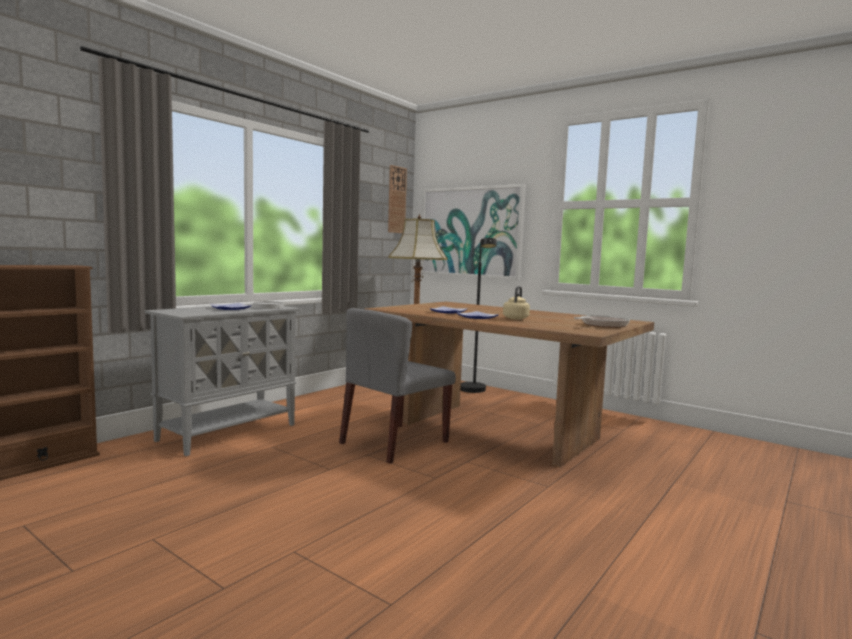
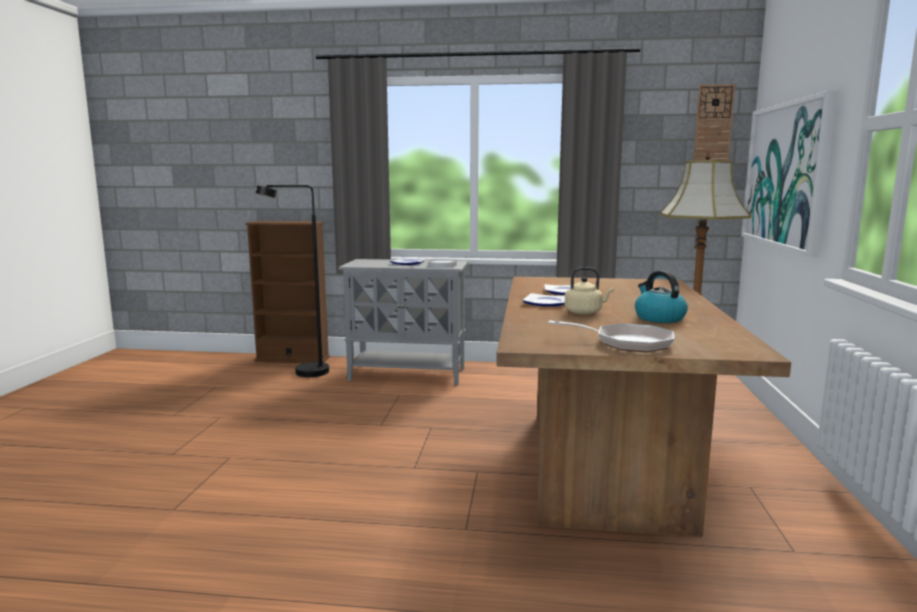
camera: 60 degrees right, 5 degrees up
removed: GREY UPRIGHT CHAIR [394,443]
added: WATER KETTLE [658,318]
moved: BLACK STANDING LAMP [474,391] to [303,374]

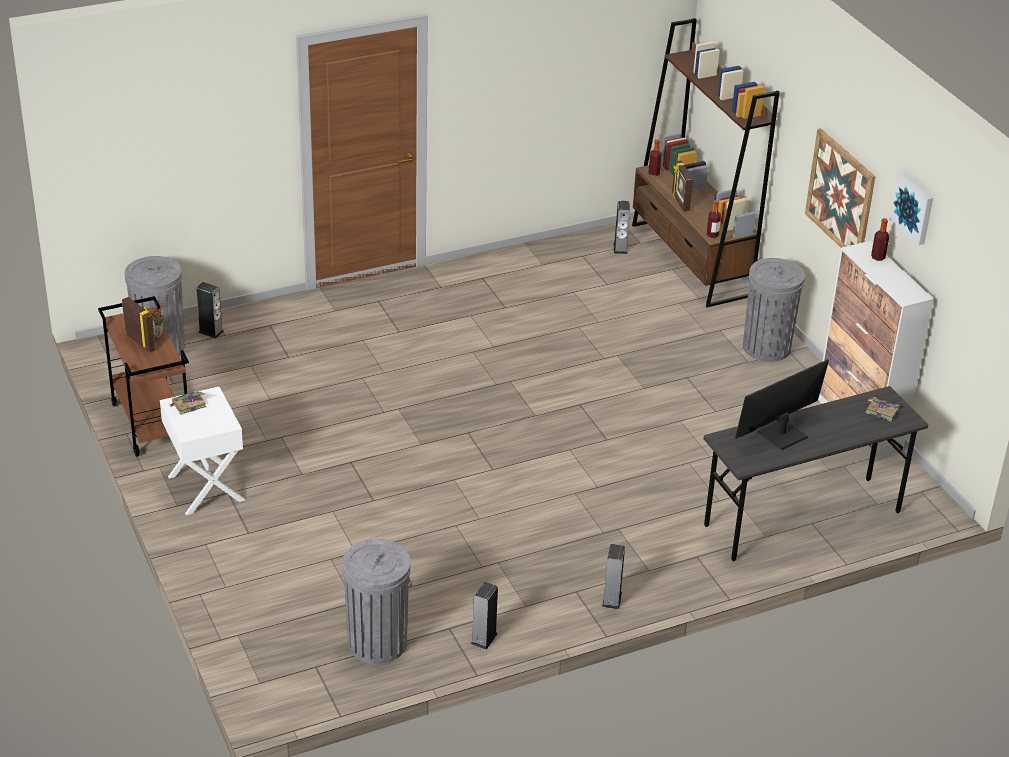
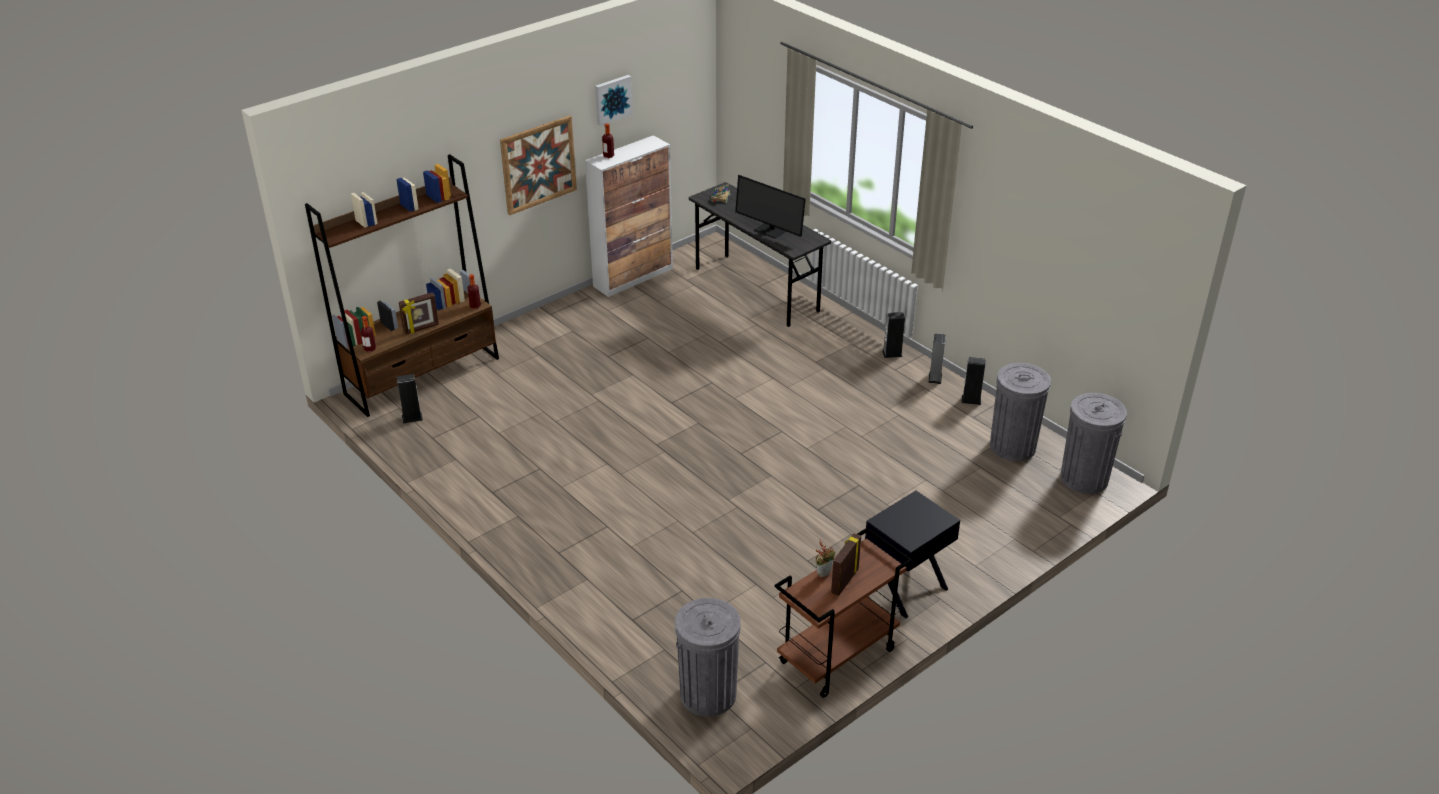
camera: 105 degrees left, 0 degrees up
removed: BOUND BOOK [188,405]
moved: AUDIO SPEAKER [211,331] to [935,378]; GREY TRASH CAN [766,347] to [1084,478]
recoloured: WHITE-COLOURED NIGHT TABLE [205,488] to BLACK NIGHT TABLE [906,588]

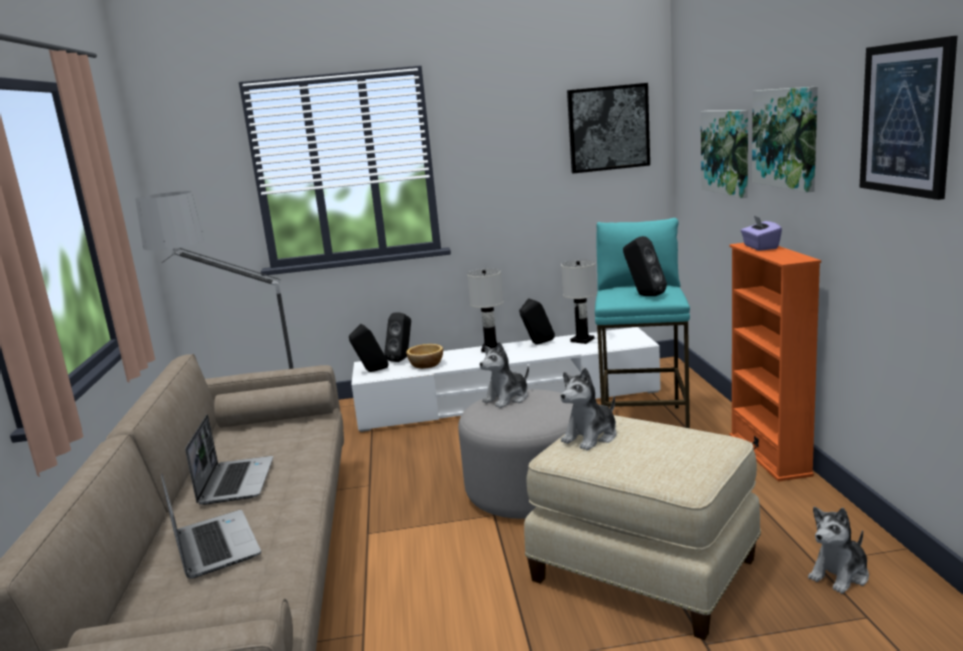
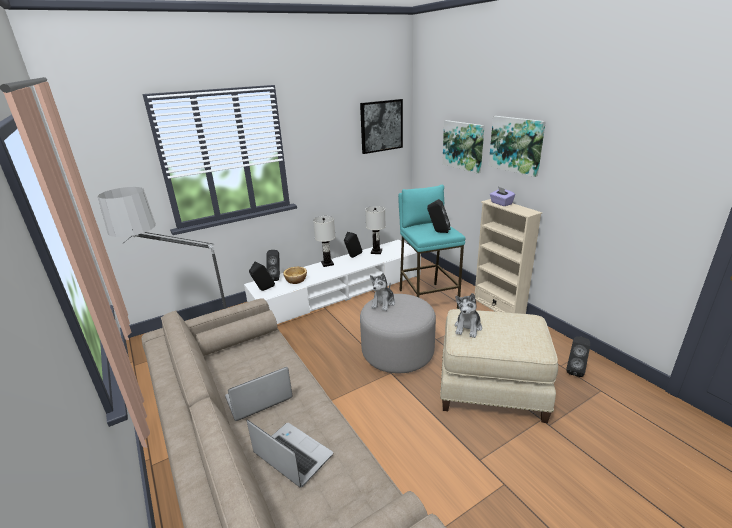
camera: 25 degrees left, 10 degrees up
removed: WALL PICTURE [906,119]
replaced: PLUSH TOY [840,574] to BLACK AUDIO SPEAKER [575,370]
recoloured: ORANGE-COLOURED BOOKCASE [769,455] to BEIGE-COLOURED BOOKCASE [498,307]
turned: LAPTOP [236,481] = [258,399] 90 degrees counterclockwise

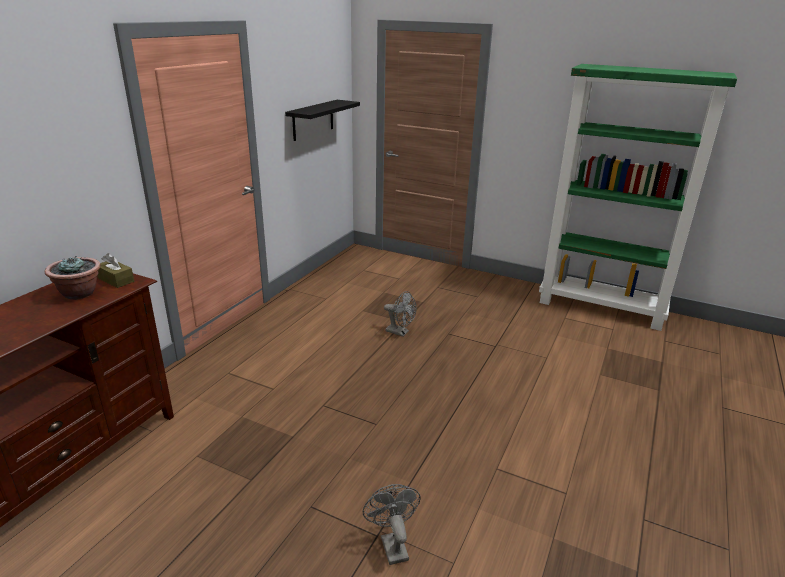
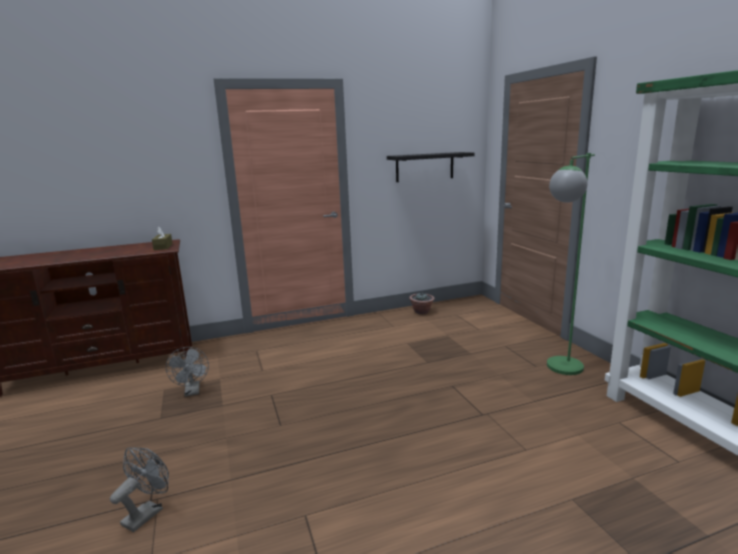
camera: 45 degrees right, 10 degrees down
added: GREEN STANDING LAMP [559,371]
moved: POTTED PLANT [79,293] to [422,312]; GREY FAN [400,332] to [192,392]

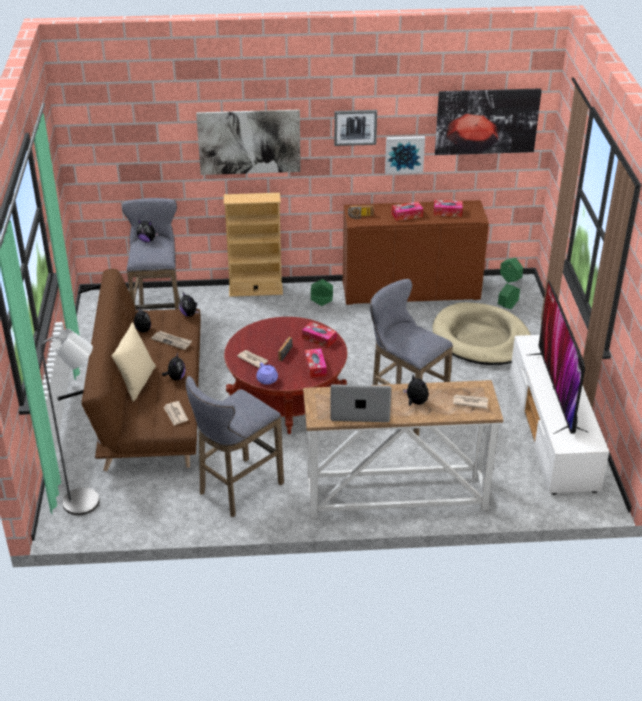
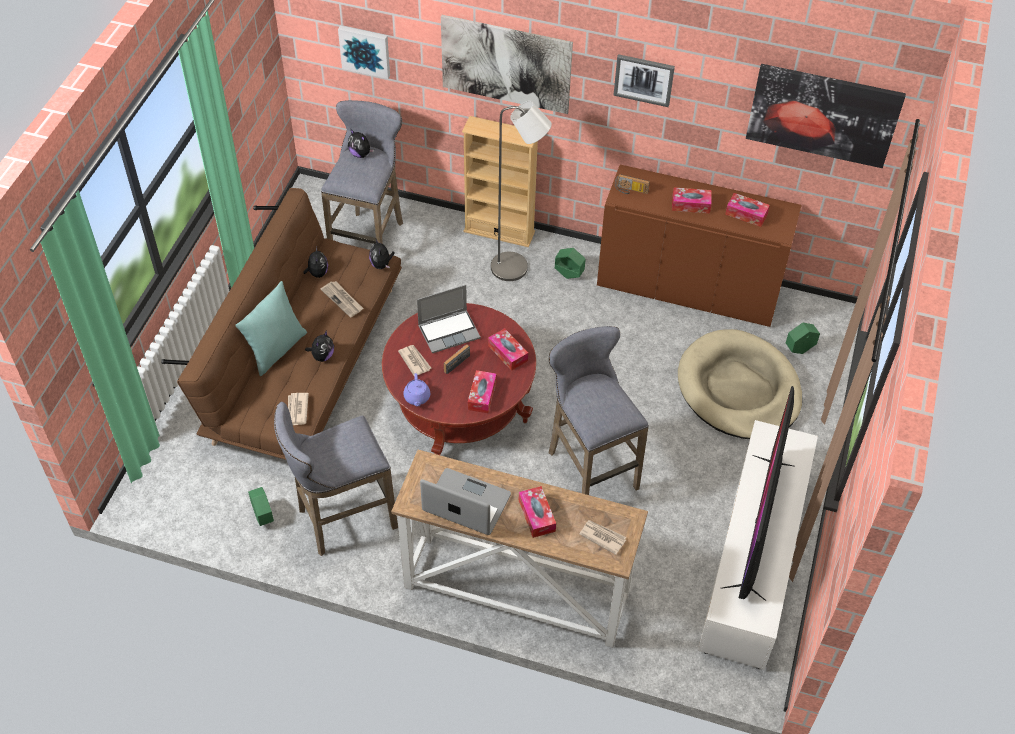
camera: 20 degrees right, 15 degrees up
added: LAPTOP [449,331]
moved: GREY STANDING LAMP [88,502] to [516,269]; WALL PICTURE [404,154] to [365,50]; GREEN FLOWER POT [510,280] to [263,516]
replaced: PLUSH TOY [415,402] to BOX OF TISSUES [536,515]
recoloured: BEIGE-COLOURED CUSHION [136,383] to TURQUOISE-COLOURED CUSHION [276,350]

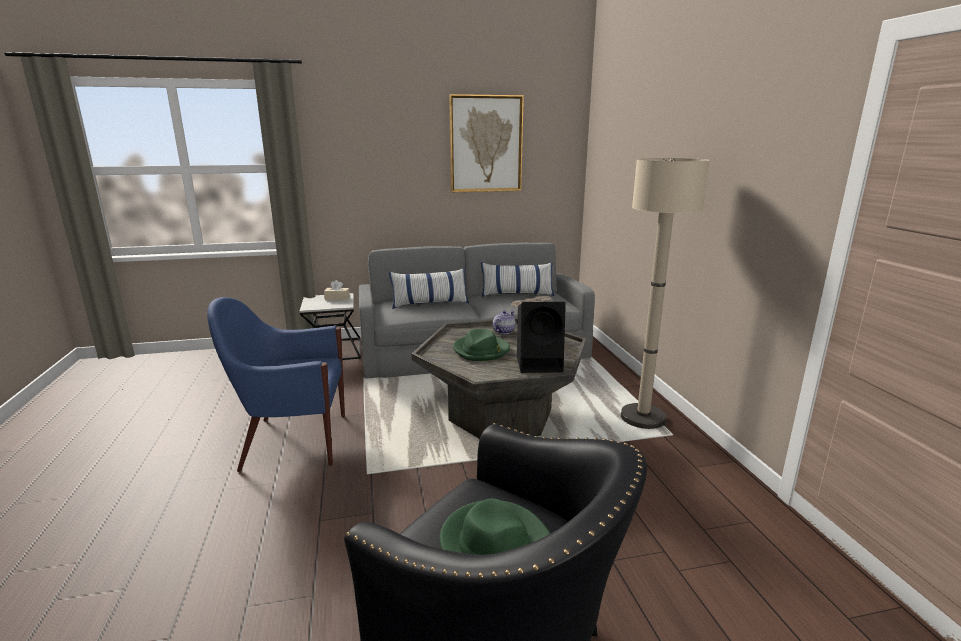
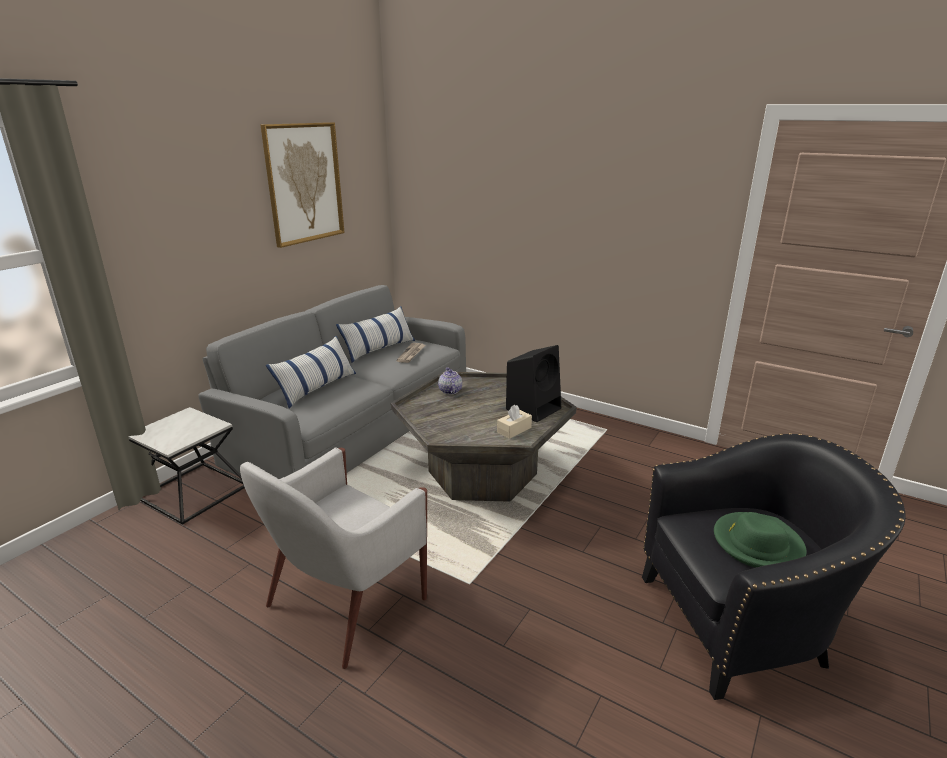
camera: 45 degrees left, 5 degrees up
removed: GREEN WEARABLE HAT [481,351]; BEIGE-COLOURED STANDING LAMP [642,418]
moved: BEIGE-COLOURED BOX OF TISSUES [337,298] to [514,430]
recoloured: BLUE-COLOURED EASY CHAIR [292,441] to WHITE-COLOURED EASY CHAIR [343,604]

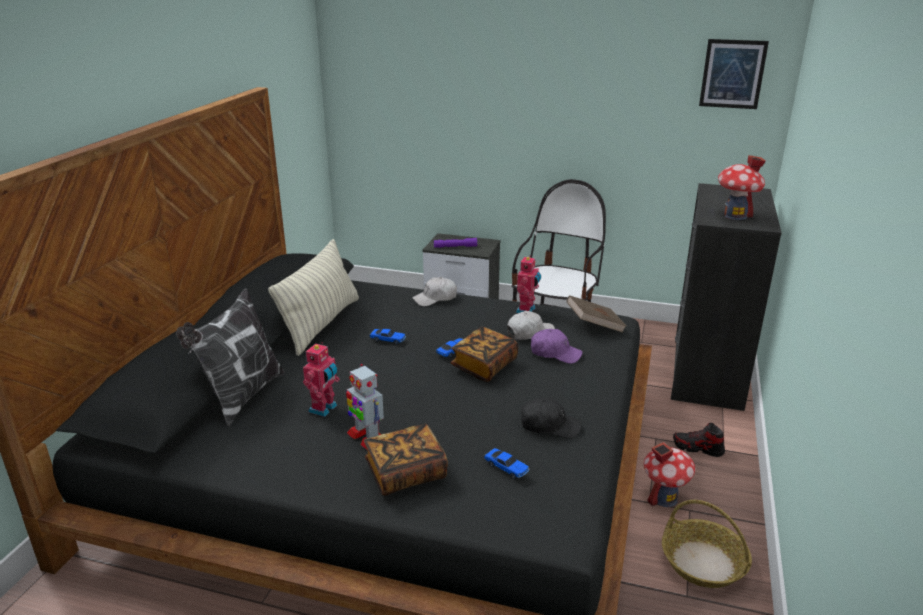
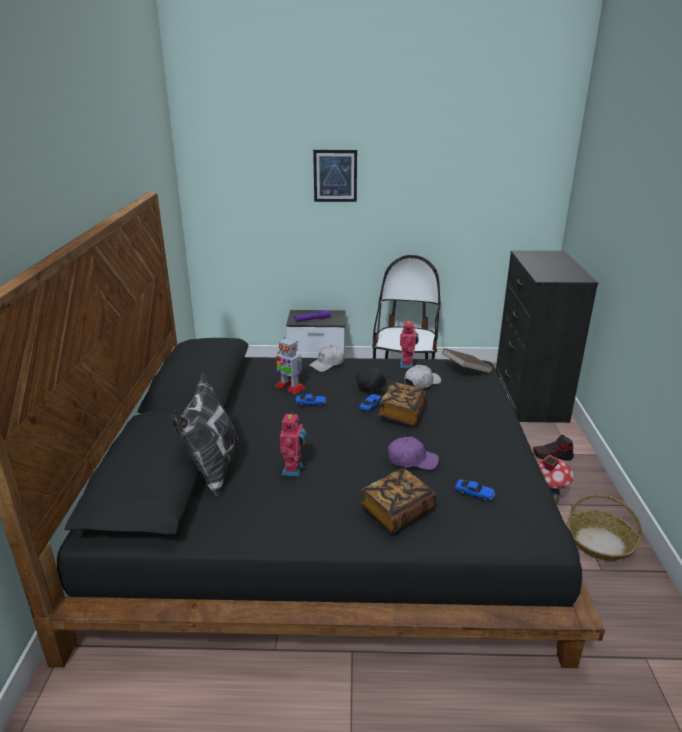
camera: 15 degrees left, 0 degrees up
removed: CUSHION [321,324]; MODEL HOUSE [735,216]
moved: TOY ROBOT [367,437] to [289,387]; BLACK BASEBALL CAP [549,426] to [375,386]; PURPLISH BASEBALL CAP [555,353] to [412,460]; WALL PICTURE [732,74] to [335,176]

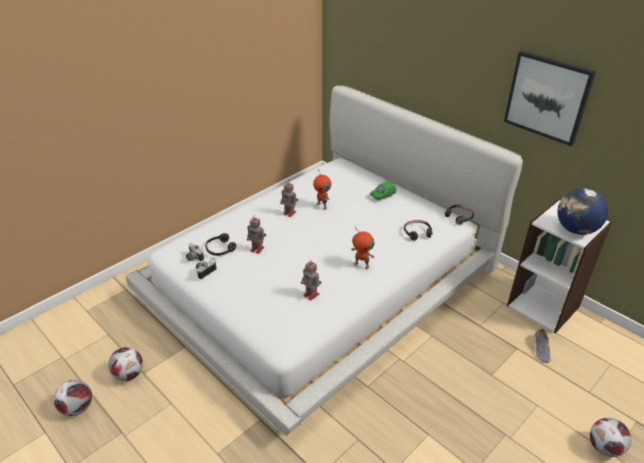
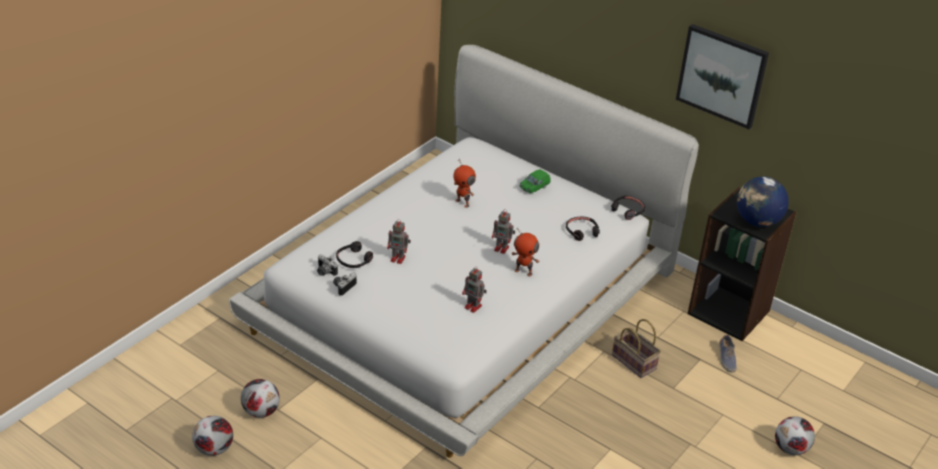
camera: 10 degrees left, 0 degrees up
added: HOUSEHOLD BASKET [635,362]
moved: TOY ROBOT [290,213] to [502,248]
recoloured: WHITE-COLOURED BOOKCASE [543,306] to BLACK BOOKCASE [729,312]

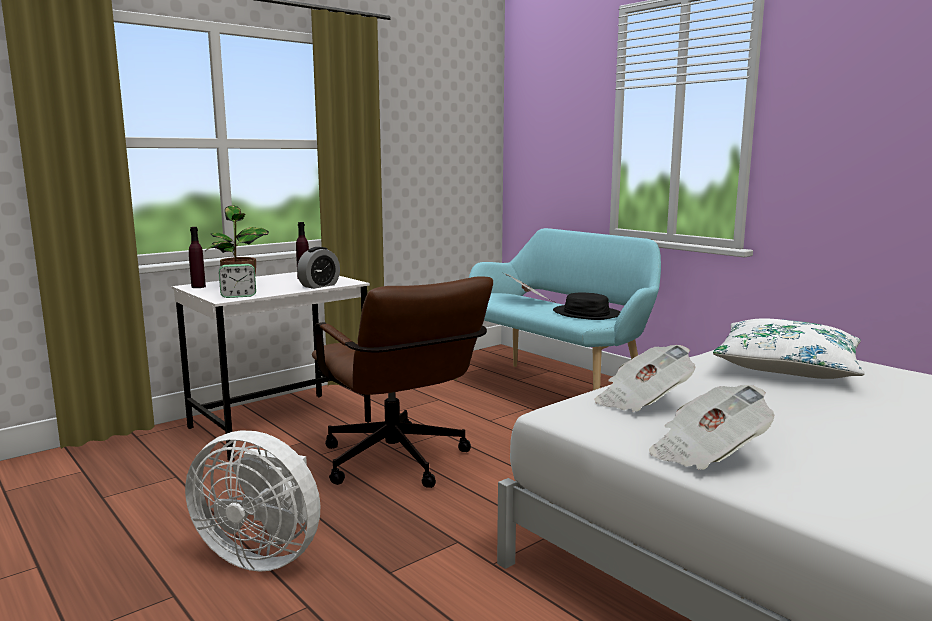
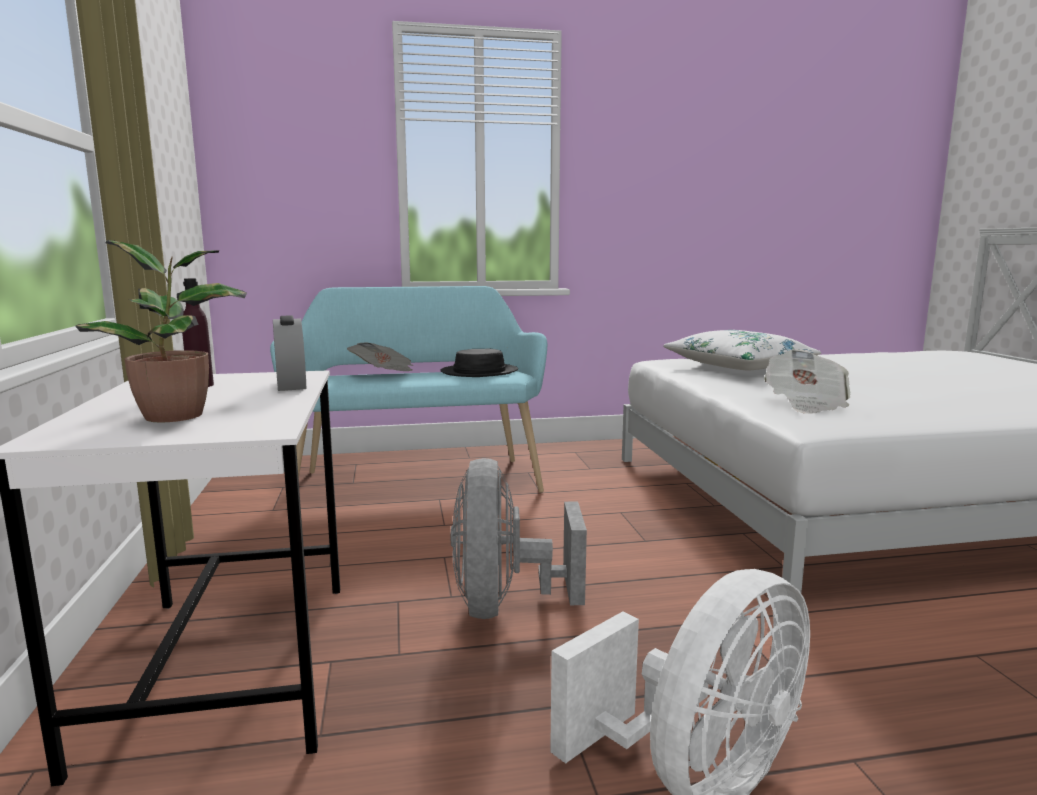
camera: 60 degrees left, 0 degrees up
removed: PURPLISH BOTTLE [198,287]; TABLE CLOCK [238,296]; DAILY PAPER [706,454]
replaced: BROWN OFFICE CHAIR [399,465] to GREY FAN [505,604]

